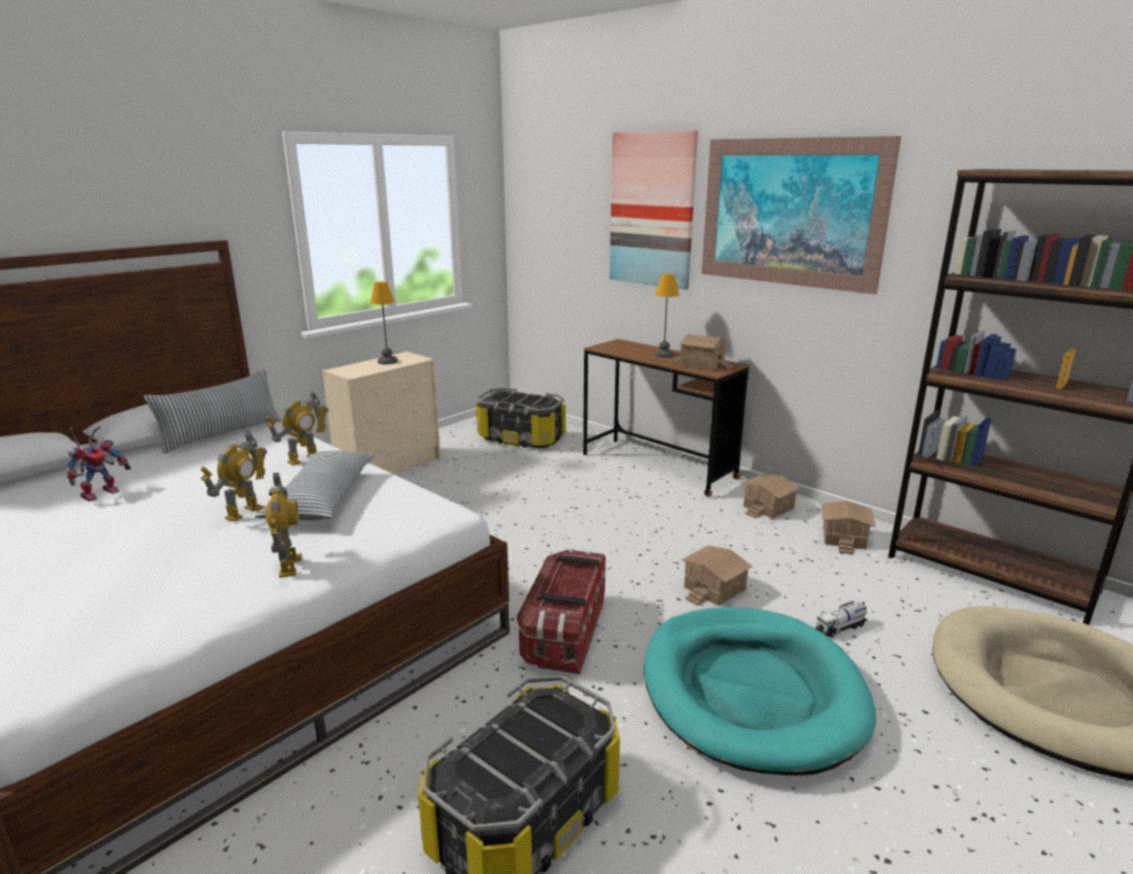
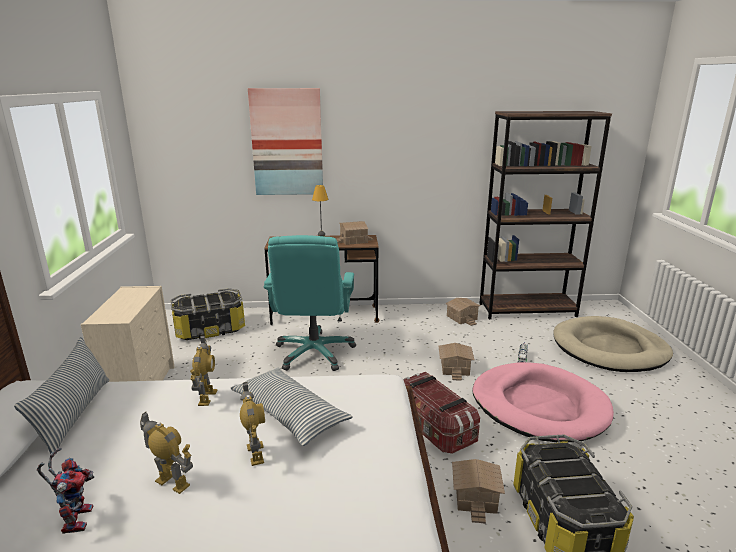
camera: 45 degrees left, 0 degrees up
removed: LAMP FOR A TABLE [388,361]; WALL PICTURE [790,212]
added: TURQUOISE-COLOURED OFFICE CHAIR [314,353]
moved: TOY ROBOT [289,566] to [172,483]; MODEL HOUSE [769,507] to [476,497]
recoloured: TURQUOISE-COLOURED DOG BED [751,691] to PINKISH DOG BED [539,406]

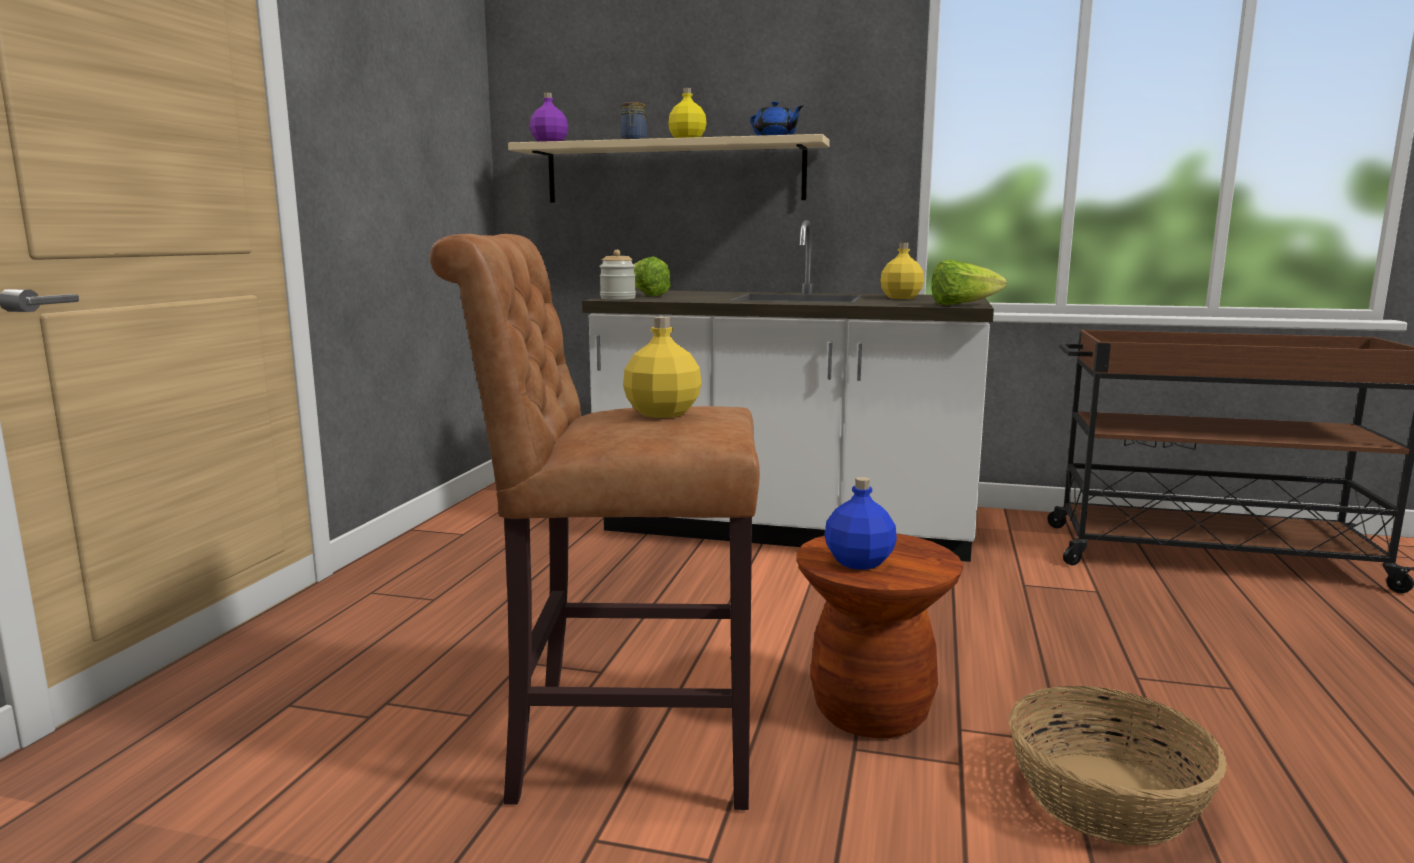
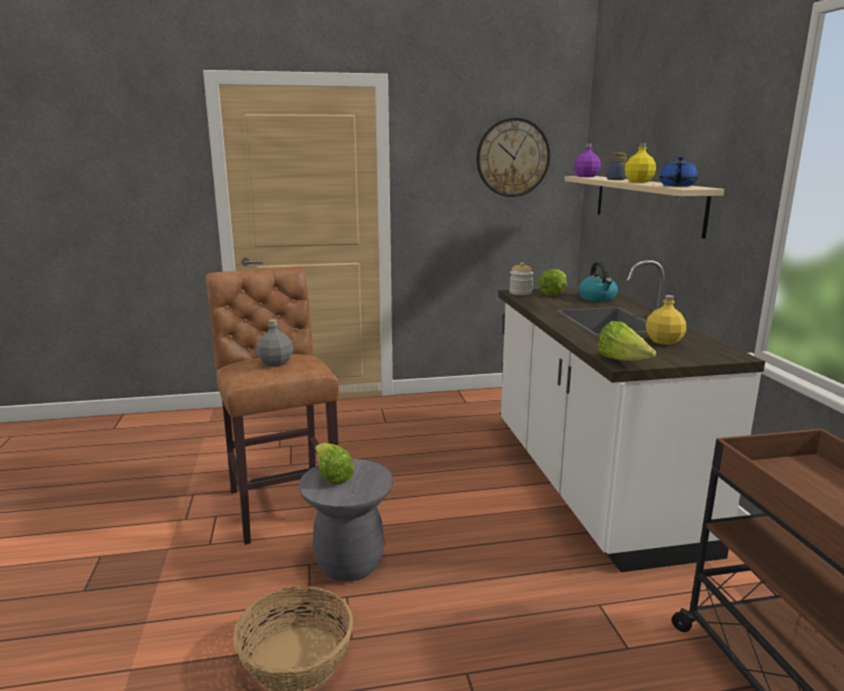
camera: 65 degrees right, 5 degrees up
added: HANGING CLOCK [512,157]; WATER KETTLE [597,298]
replaced: BLUE-COLOURED BOTTLE [860,563] to LETTUCE HEAD [332,476]
recoloured: YELLOWISH BOTTLE [661,413] to GREY BOTTLE [275,363]; BROWN SITTING STOOL [871,711] to GREY SITTING STOOL [349,563]

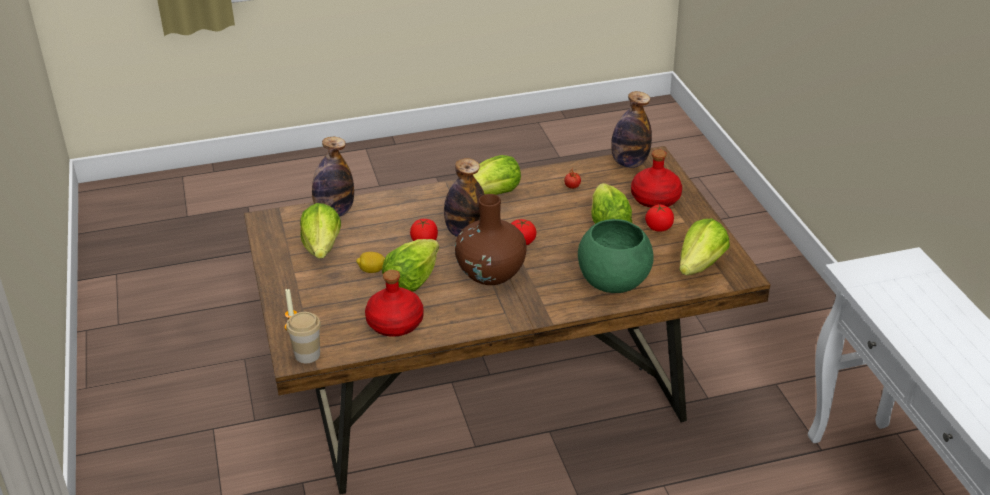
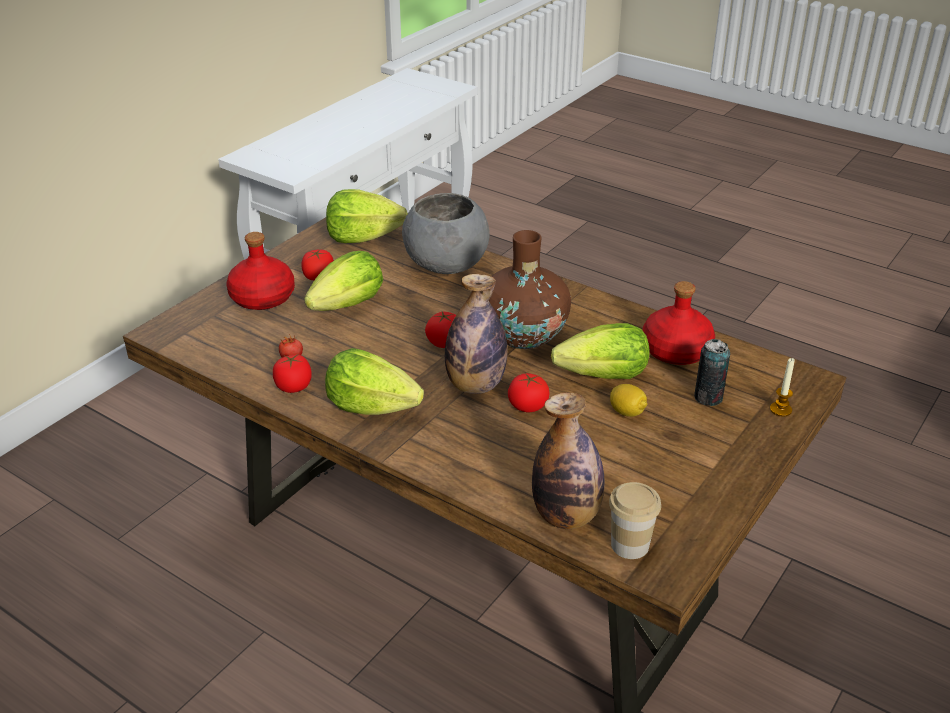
camera: 130 degrees left, 0 degrees up
removed: LETTUCE HEAD [322,248]; BOTTLE [629,163]
added: TOMATO [294,386]; CAN [708,397]
moved: DRINKING CUP [307,355] to [630,545]
recoloured: GREEN DEEP DISH [613,283] to GREY DEEP DISH [446,267]

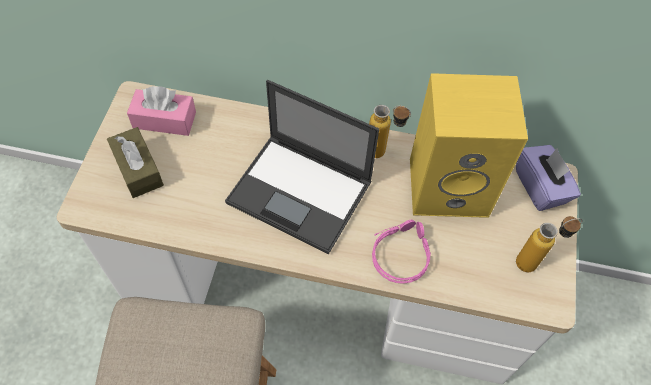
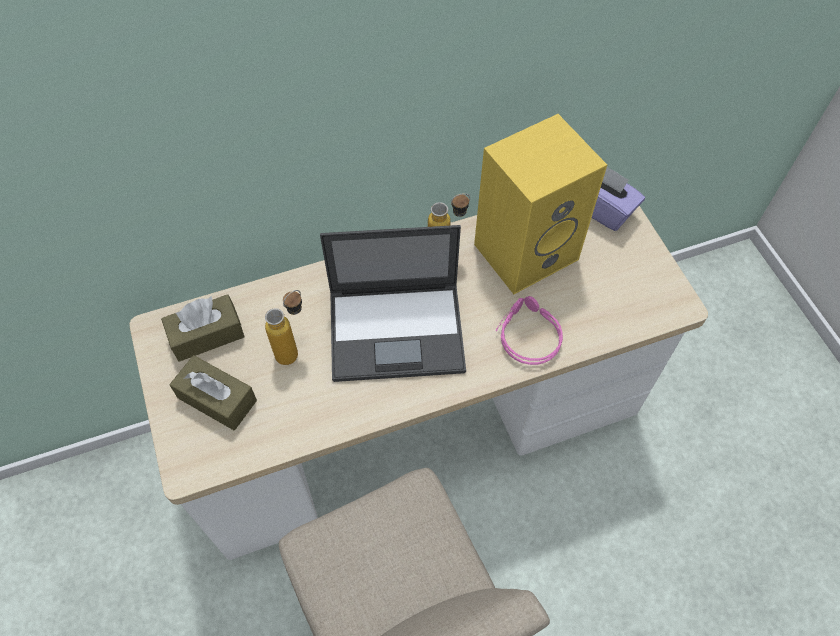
camera: 30 degrees left, 0 degrees up
moved: BOTTLE [534,261] to [294,349]
recoloured: PINKISH BOX OF TISSUES [164,120] to BROWN BOX OF TISSUES [207,335]

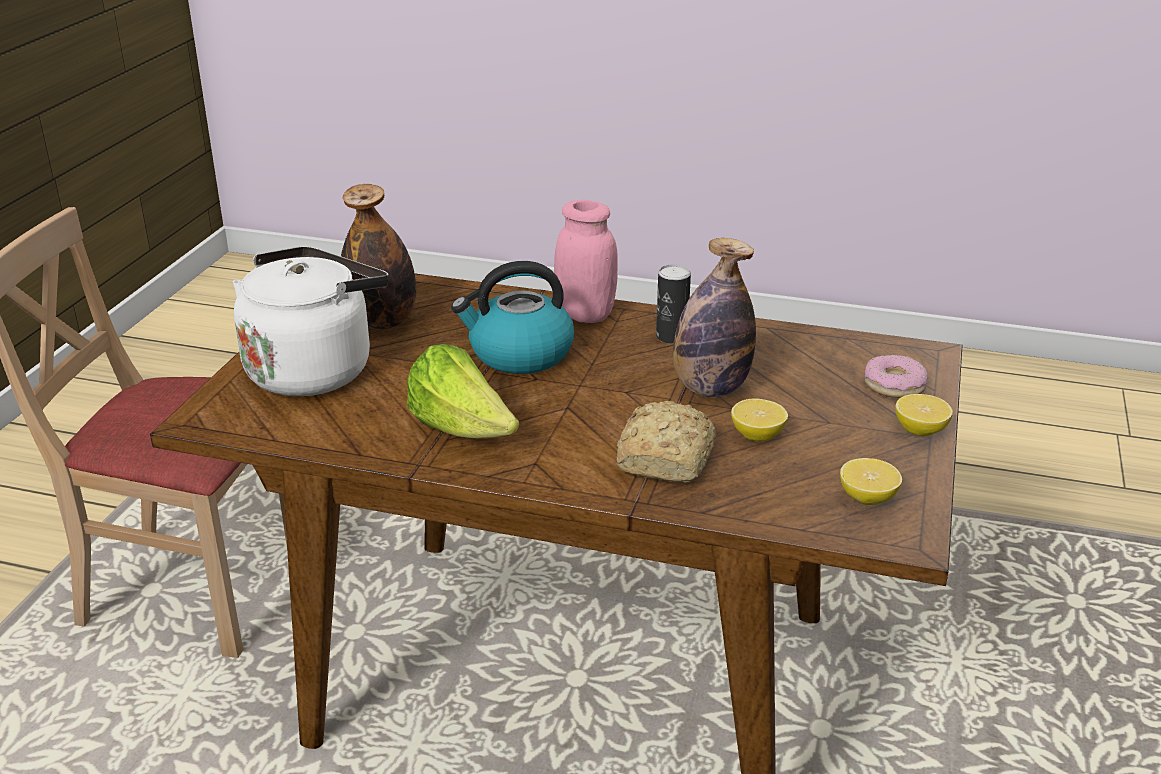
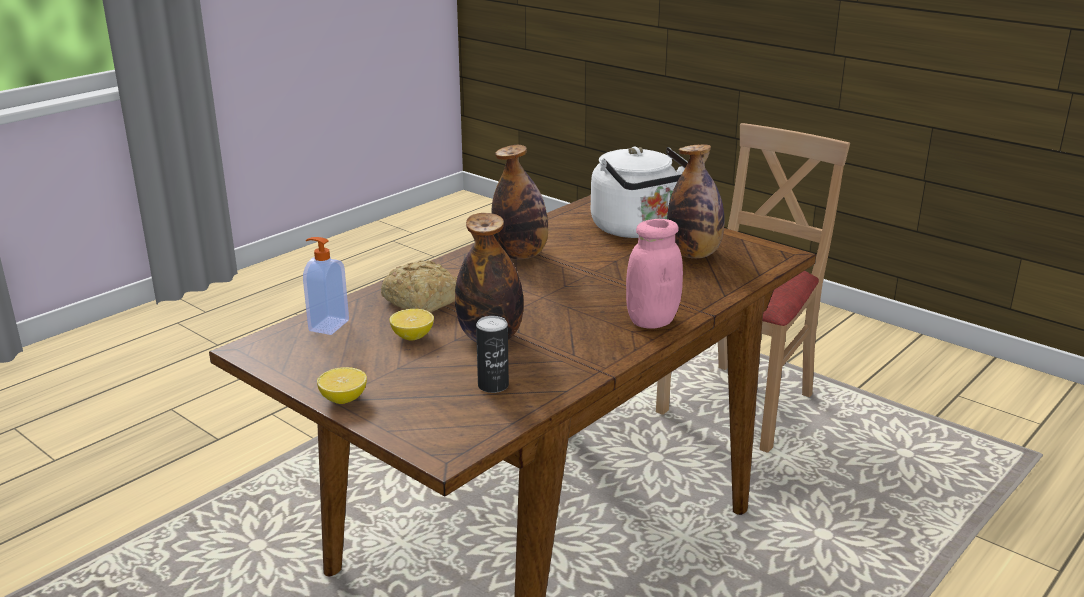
camera: 115 degrees right, 5 degrees down
removed: WATER KETTLE [519,354]; WHOLE LEMON [867,498]; DOUGHNUT [894,385]
added: SOAP DISPENSER [327,325]
moved: CAN [671,336] to [493,385]
replaced: LETTUCE HEAD [462,430] to BOTTLE [521,255]

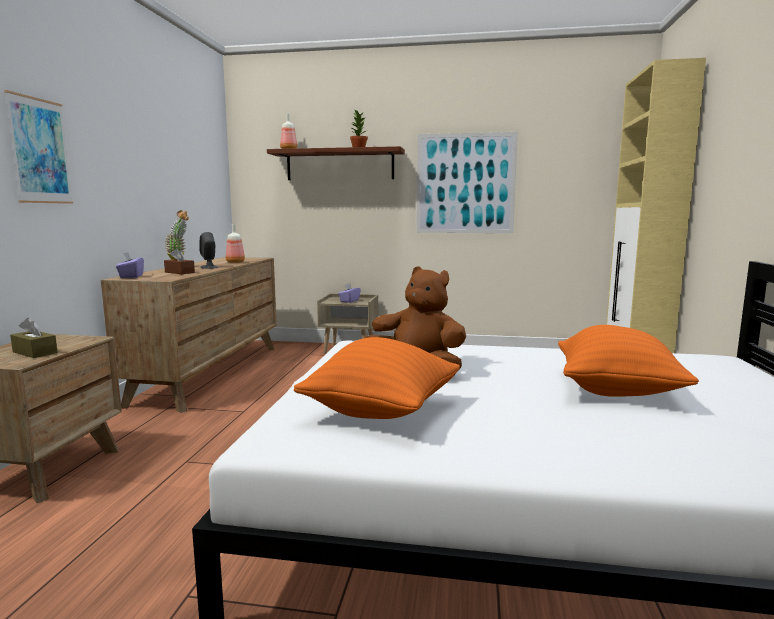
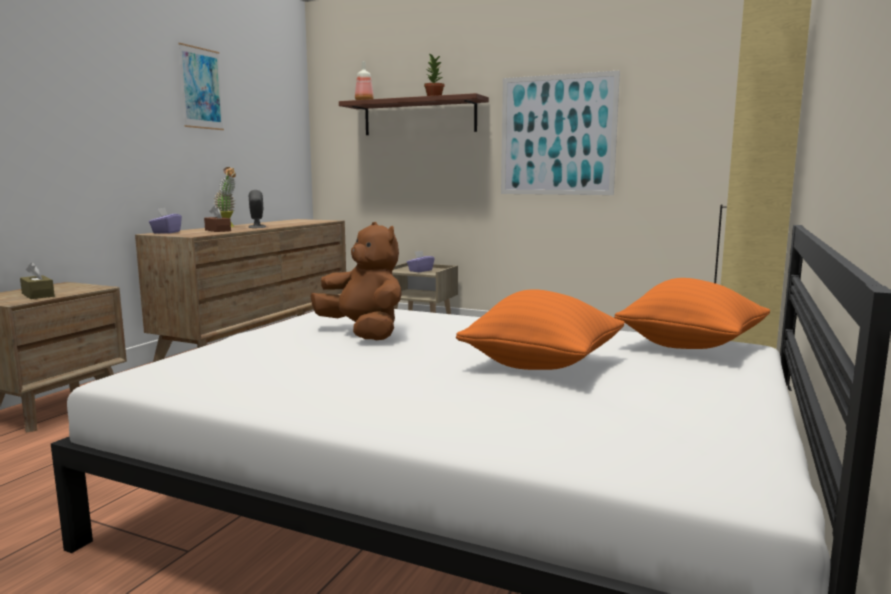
camera: 15 degrees right, 0 degrees up
removed: BOTTLE [234,262]
moved: WALL PICTURE [40,151] to [201,88]; ORANGE-COLOURED CUSHION [382,411] to [690,346]

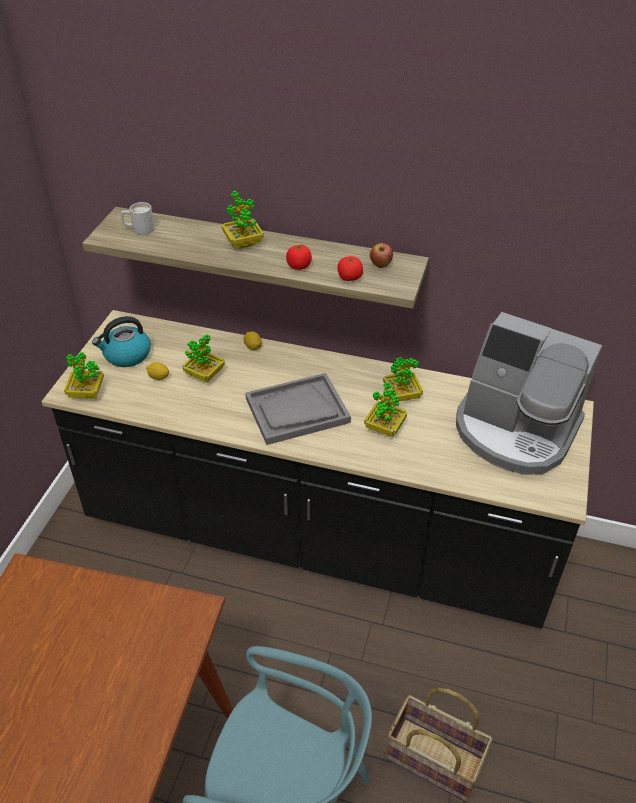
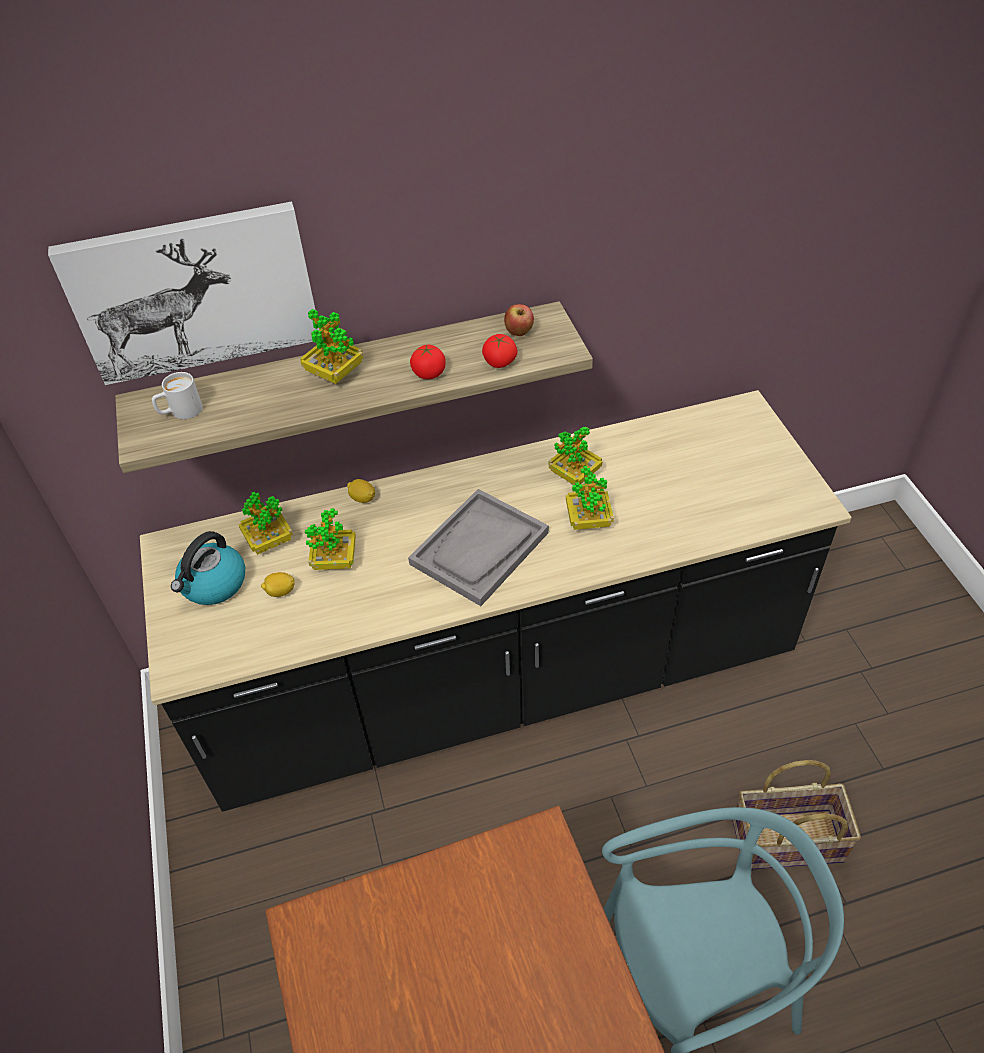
camera: 30 degrees left, 5 degrees up
removed: COFFEE BREWER [515,430]
added: WALL PICTURE [194,292]
moved: POTTED PLANT [86,393] to [269,541]

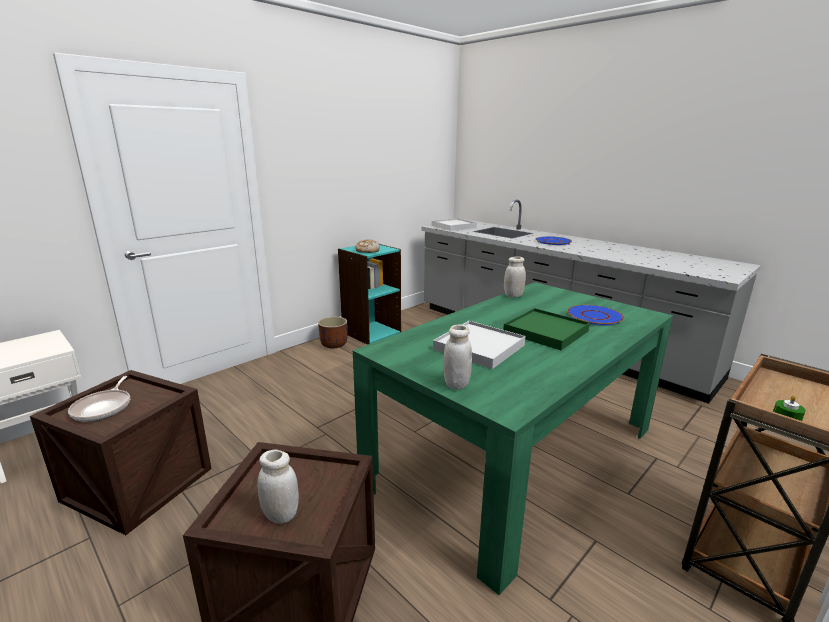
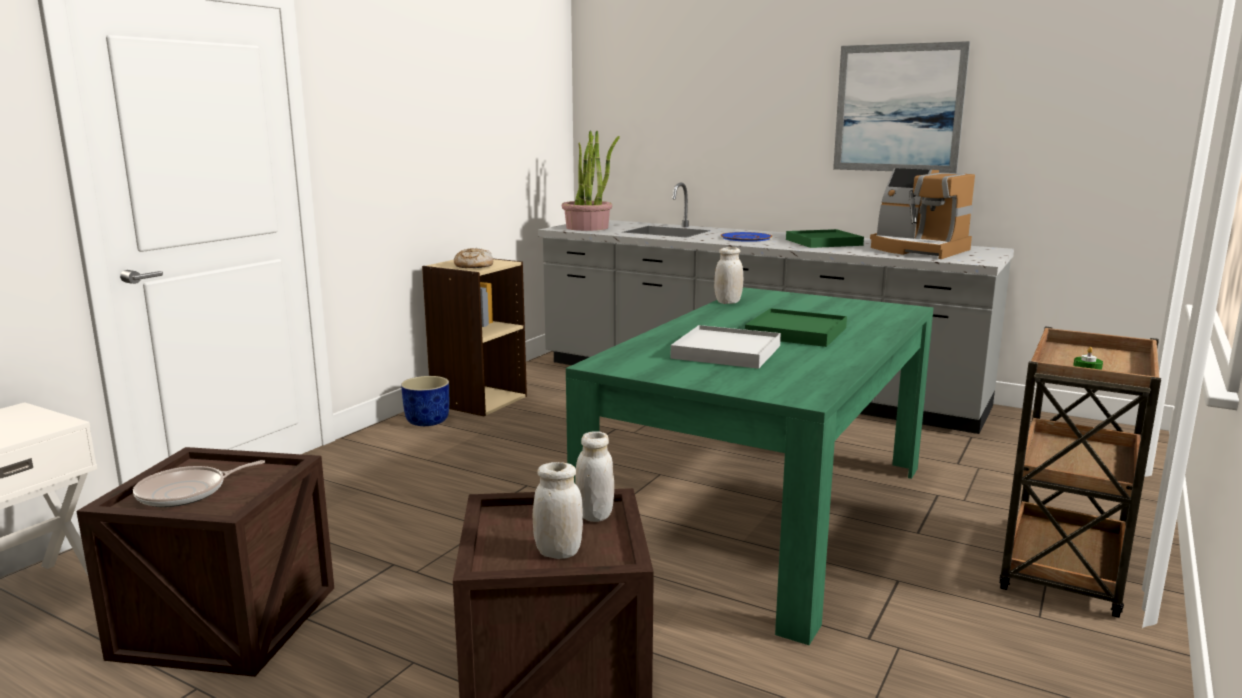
camera: 15 degrees left, 5 degrees down
removed: BLUE-COLOURED DINNER PLATE [594,316]
added: GREEN SERVING TRAY [823,242]; WALL PICTURE [898,108]; COFFEE BREWER [918,250]
moved: WHITE-COLOURED PRESERVE JAR [456,384] to [595,515]
replaced: WHITE-COLOURED SERVING TRAY [453,226] to POTTED PLANT [587,227]
recoloured: BROWN FLOWER POT [334,344] to BLUE-COLOURED FLOWER POT [427,421]; TURQUOISE-COLOURED BOOKCASE [371,332] to BEIGE-COLOURED BOOKCASE [478,400]
turned: PAN [104,407] = [186,492] 75 degrees clockwise

